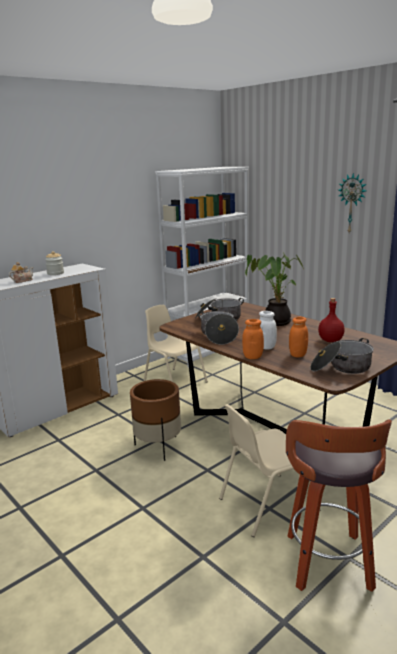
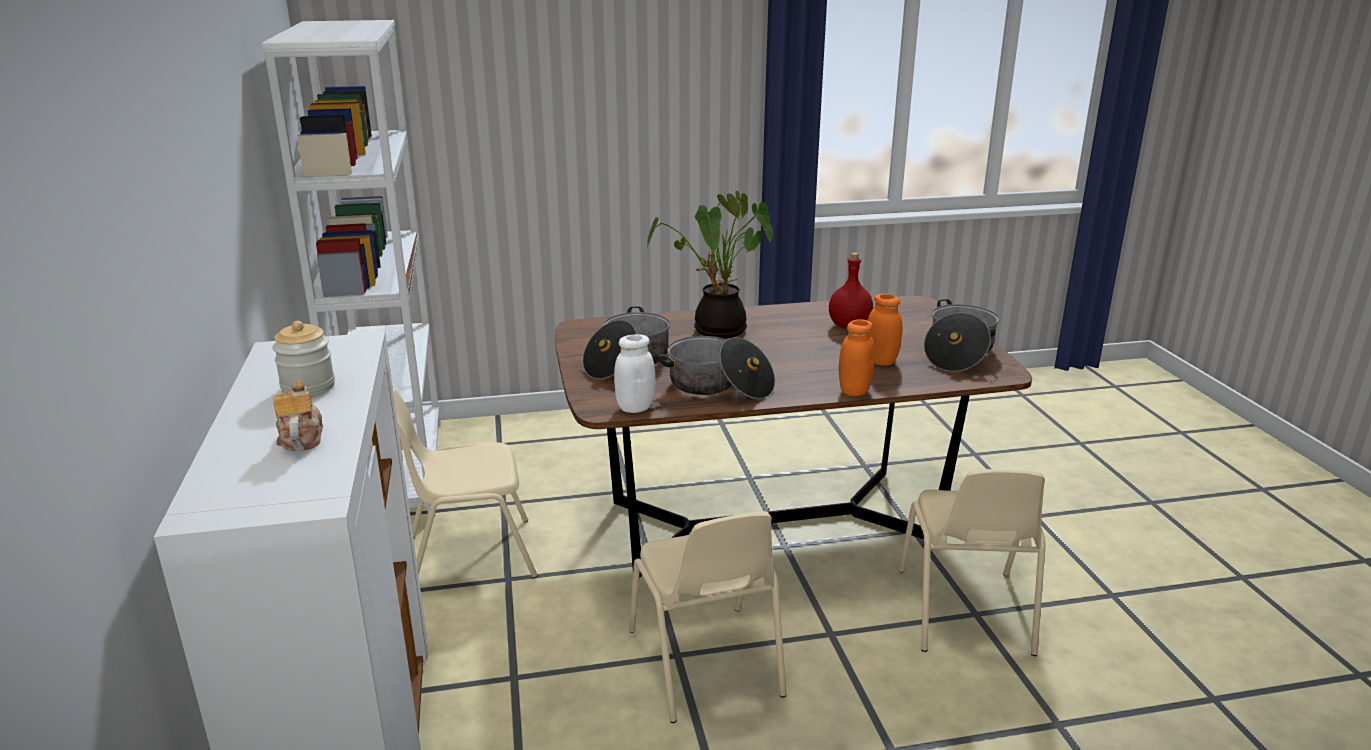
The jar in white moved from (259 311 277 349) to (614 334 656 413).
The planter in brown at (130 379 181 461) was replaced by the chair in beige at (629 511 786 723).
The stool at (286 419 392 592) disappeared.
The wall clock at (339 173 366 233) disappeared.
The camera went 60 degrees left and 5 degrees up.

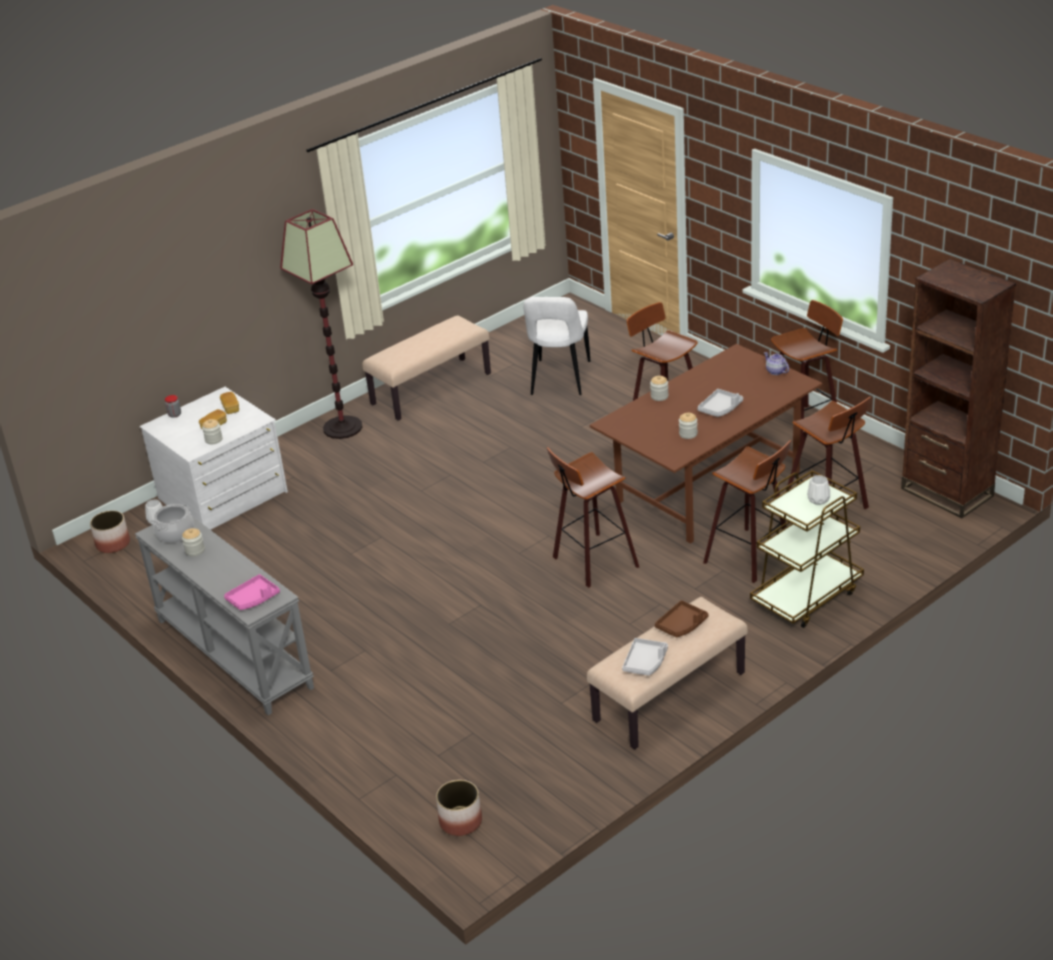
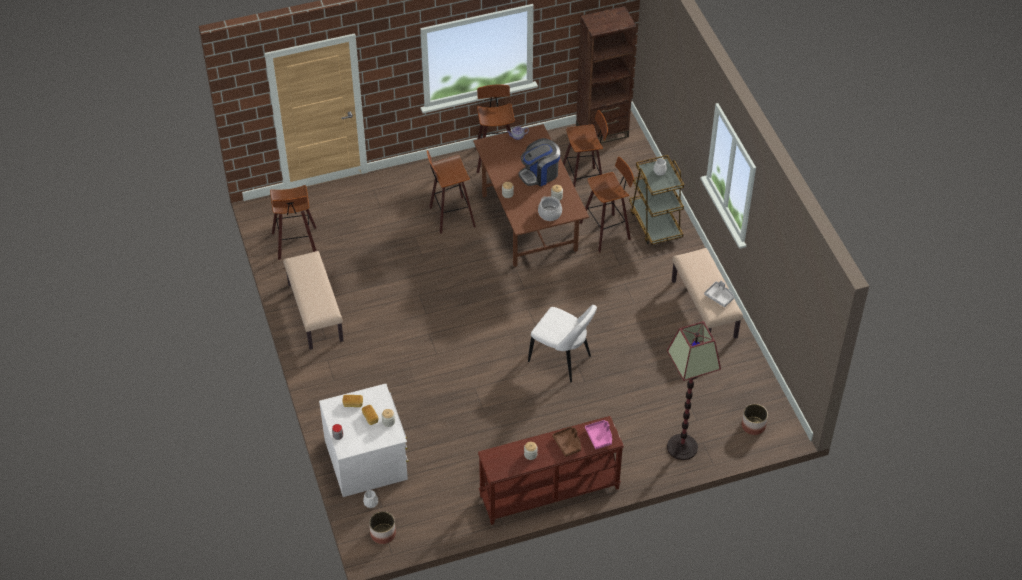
The stool moved from (547 447 639 588) to (270 185 317 260).
The console table in grey at (135 515 314 715) became the console table in brown at (478 416 624 525).
The tray in grey at (697 389 743 417) was replaced by the coffee machine at (519 138 560 186).
The chair in white moved from (523 297 590 395) to (528 305 597 383).
The cooking pot moved from (153 504 194 543) to (538 196 562 221).
The tray in brown moved from (655 600 708 637) to (552 427 581 457).
The floor lamp moved from (280 209 362 439) to (667 321 721 460).
The camera went 70 degrees left and 15 degrees up.

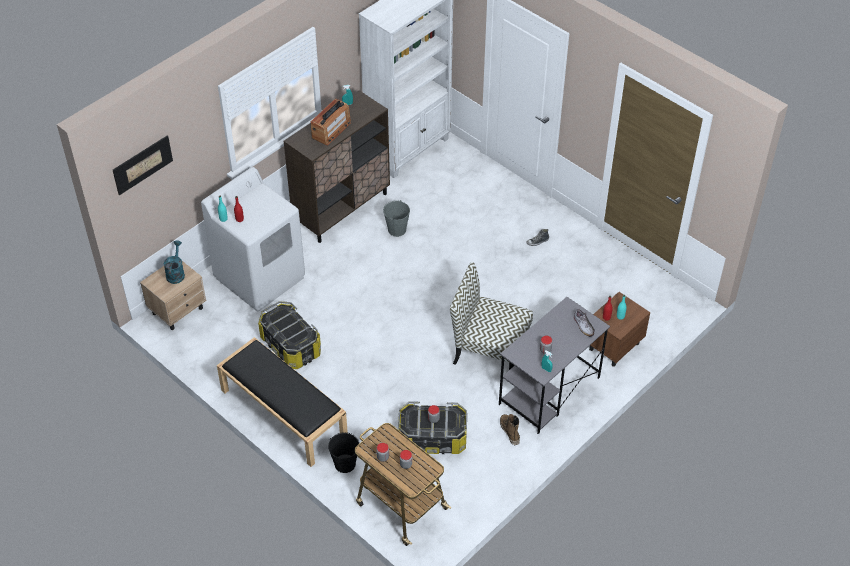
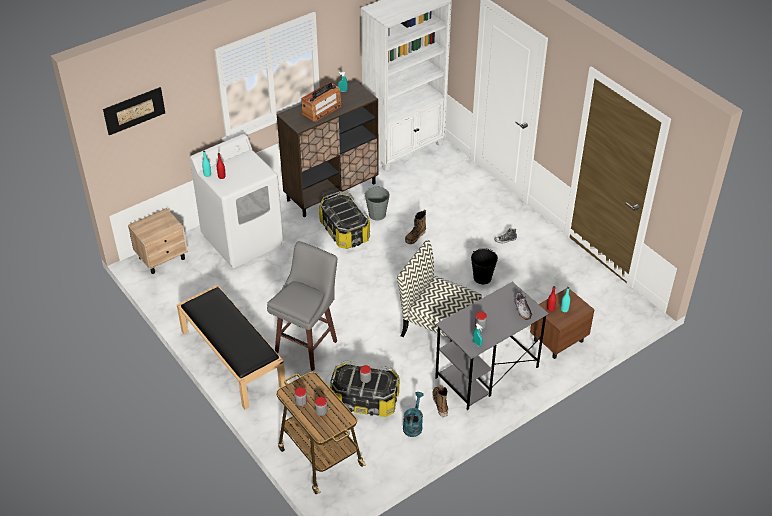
The stool in grey at (267 241 337 371) appeared.
The storage box moved from (258 301 321 369) to (319 191 370 249).
The watering can in turquoise moved from (164 241 185 284) to (403 392 424 437).
The boot at (405 210 426 244) appeared.
The bucket in black moved from (328 432 359 473) to (471 248 498 284).
The camera went 10 degrees right and 5 degrees down.

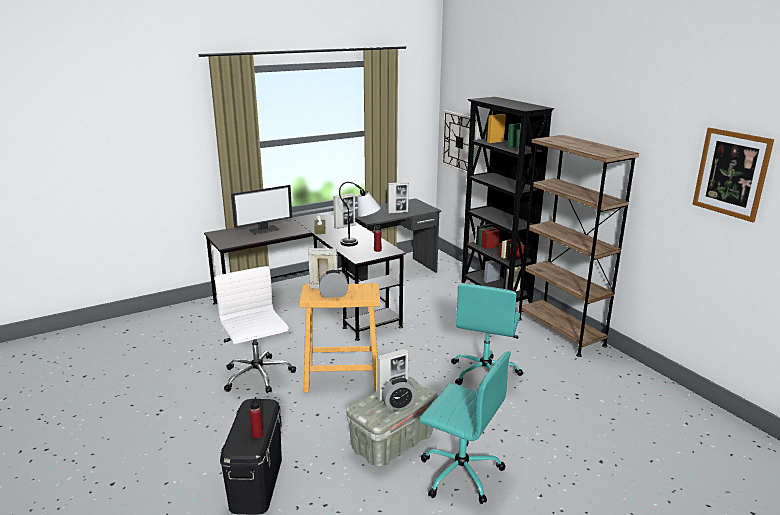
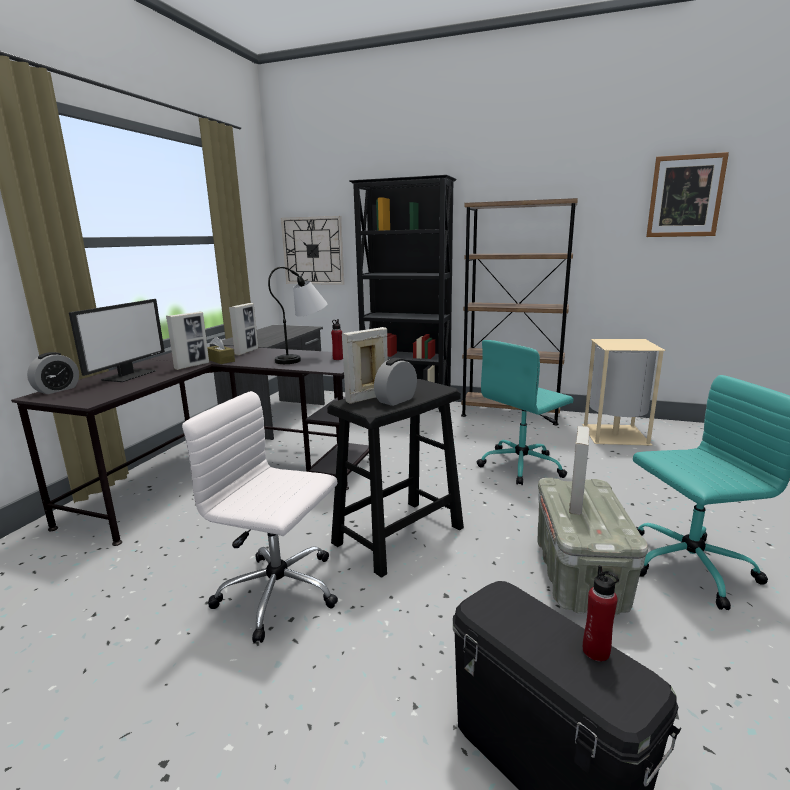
The alarm clock moved from (382 378 417 411) to (27 352 79 394).
The picture frame moved from (388 182 409 214) to (166 312 209 370).
The stool in beige at (300 283 380 392) became the stool in black at (327 379 464 578).
The office chair in turquoise at (451 284 523 385) turned 75 degrees clockwise.
The trash can in beige at (582 339 666 446) appeared.
The camera went 40 degrees left and 5 degrees down.

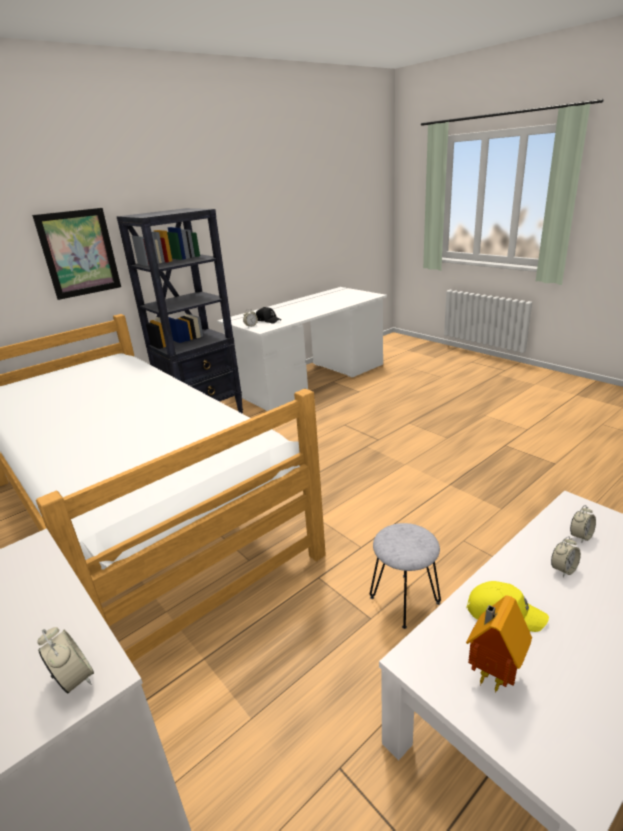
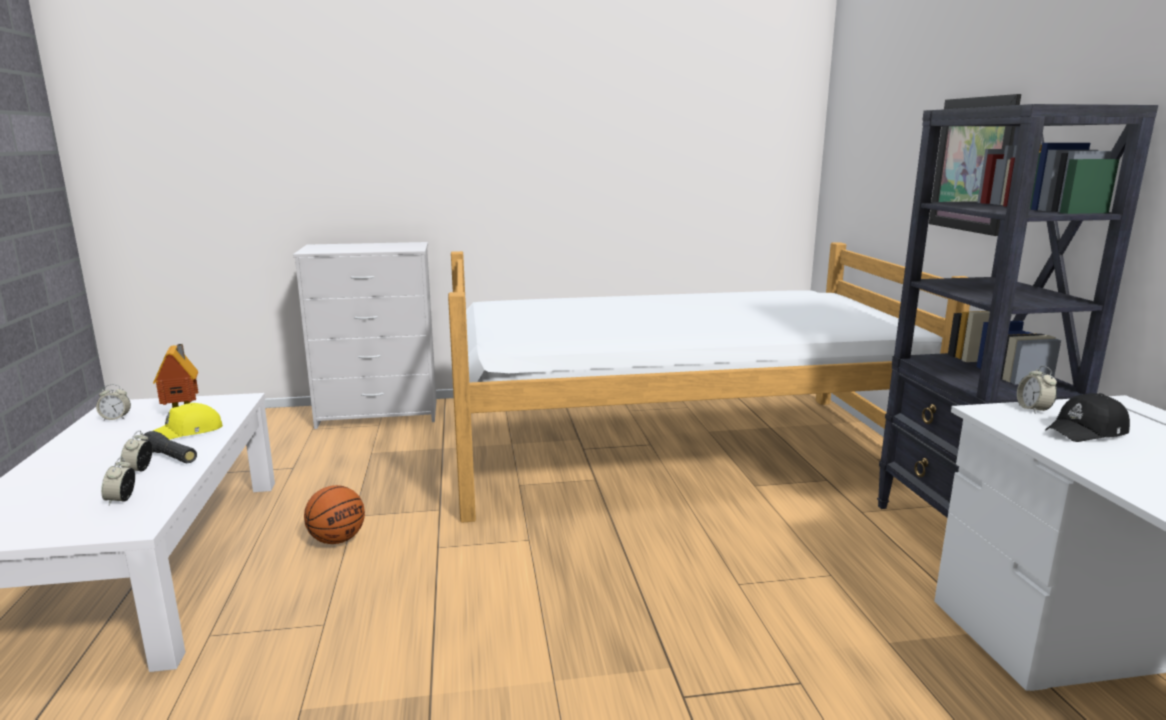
The alarm clock moved from (37 627 94 693) to (96 384 131 421).
The flashlight in black at (141 431 197 463) appeared.
The stool in grey at (370 523 441 629) was replaced by the basketball at (304 485 365 544).
The camera went 120 degrees right and 10 degrees down.

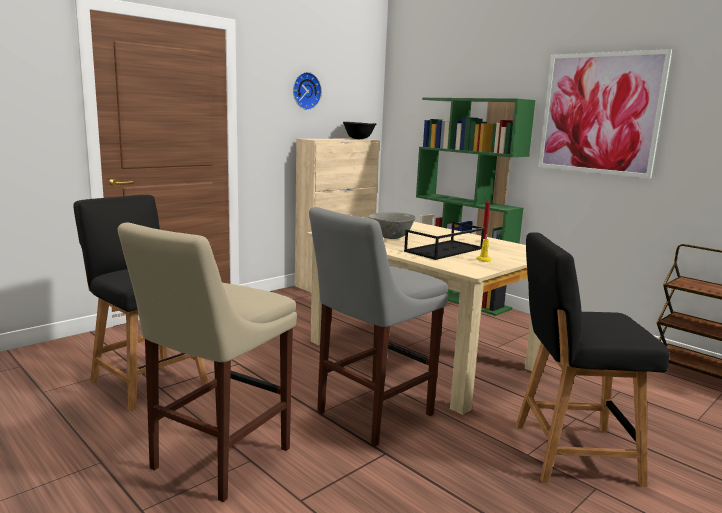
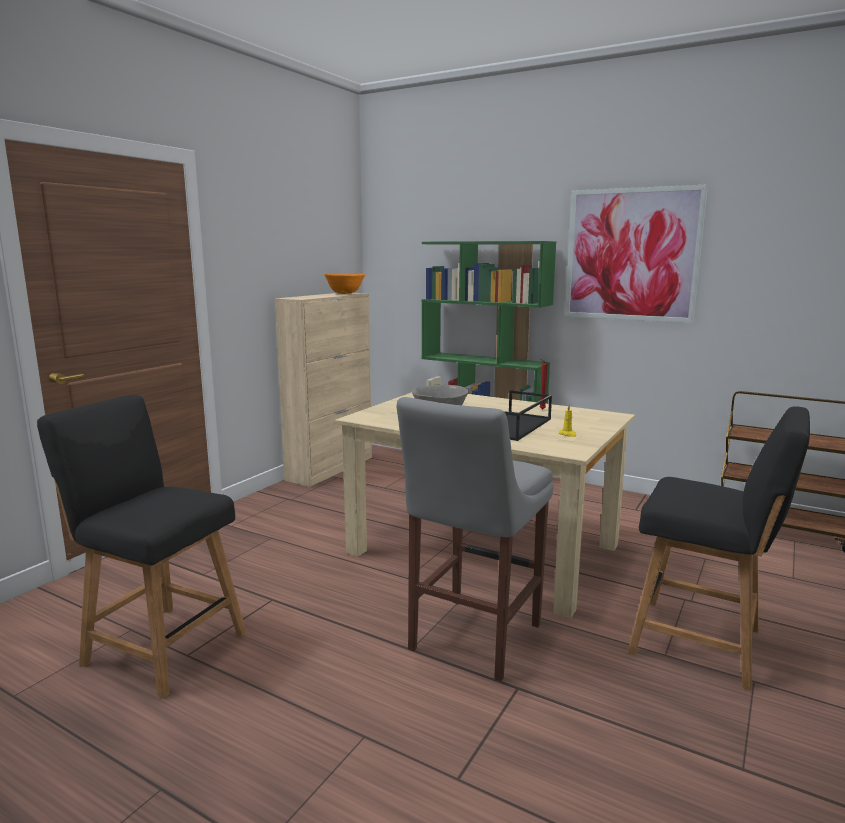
The bowl in black at (343 122 376 139) became the bowl in orange at (324 273 365 294).
The chair in black at (516 232 670 487) turned 135 degrees counterclockwise.
The stool in beige at (118 222 297 502) disappeared.
The wall clock at (293 72 322 110) disappeared.
The camera went 15 degrees left and 0 degrees up.

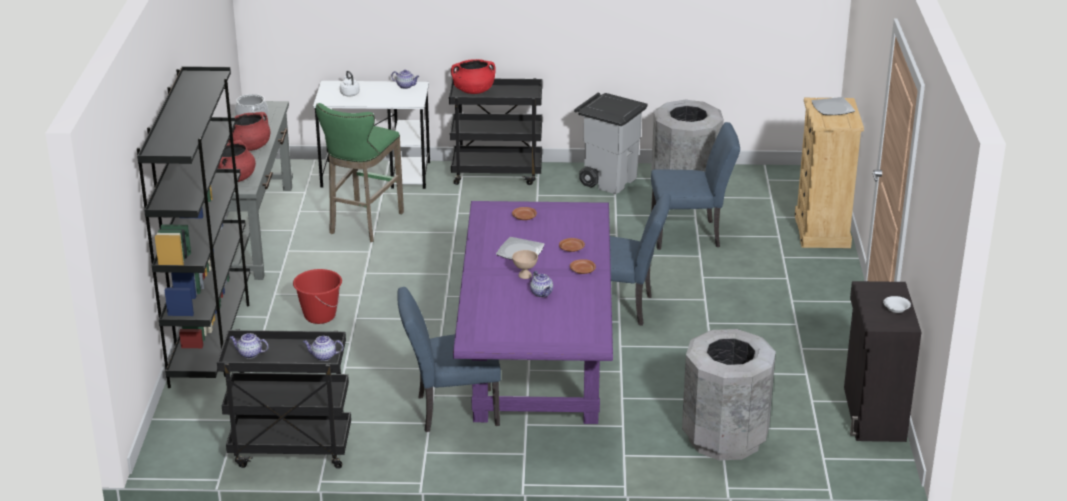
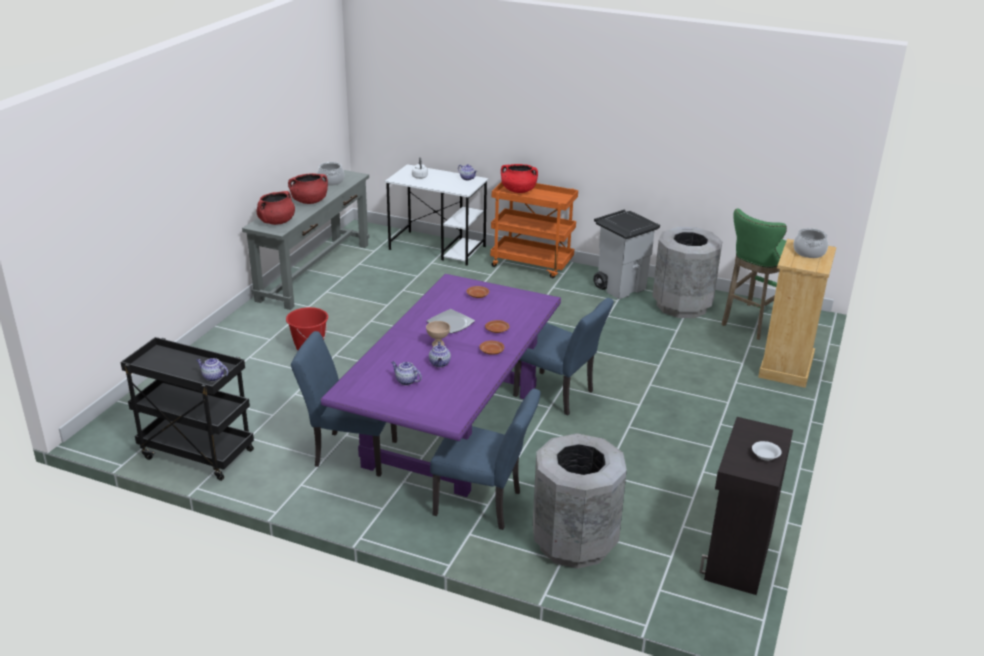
The teapot moved from (230 333 268 359) to (391 361 422 385).
The chair in blue moved from (651 122 740 250) to (430 389 541 530).
The cart in black at (449 78 542 185) became the cart in orange at (490 182 578 278).
The stool in green moved from (316 103 404 242) to (722 209 787 340).
The plate at (811 97 855 115) was replaced by the cooking pot at (793 228 828 258).
The bookcase in black at (137 66 250 388) disappeared.
The camera went 20 degrees right and 0 degrees up.

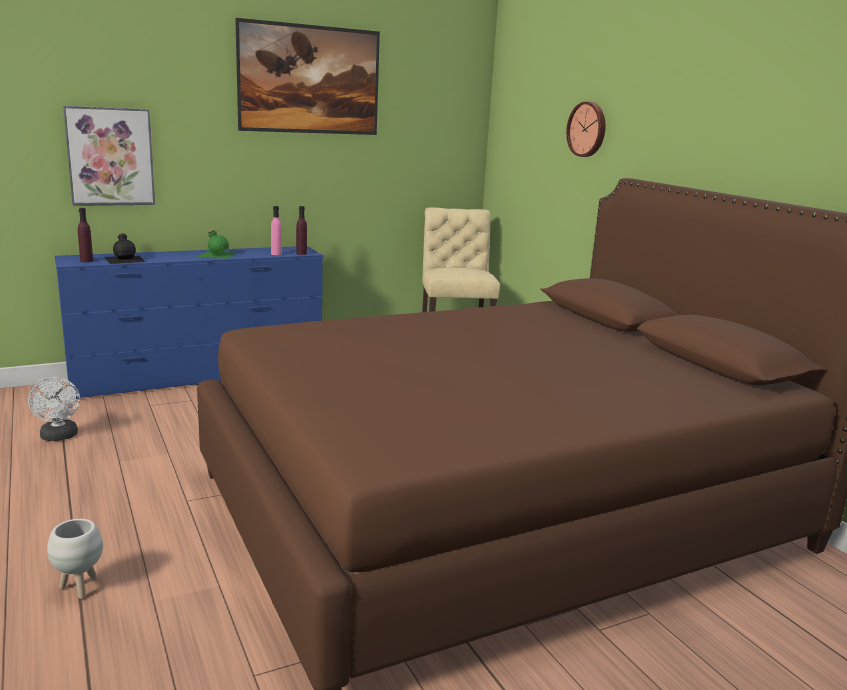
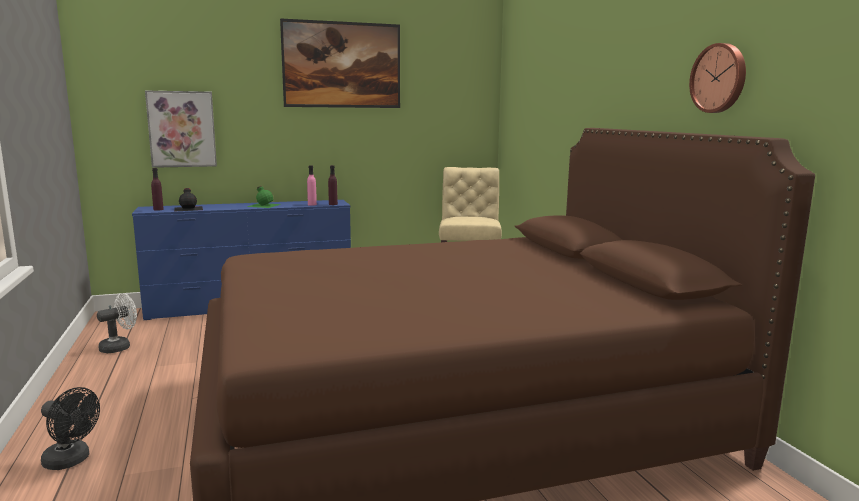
The planter in white at (47 519 103 599) was replaced by the fan in black at (41 387 100 470).
The fan in white at (28 377 80 441) turned 120 degrees counterclockwise.
The wall clock moved from (566 102 606 157) to (689 43 746 113).
The camera went 10 degrees right and 5 degrees down.

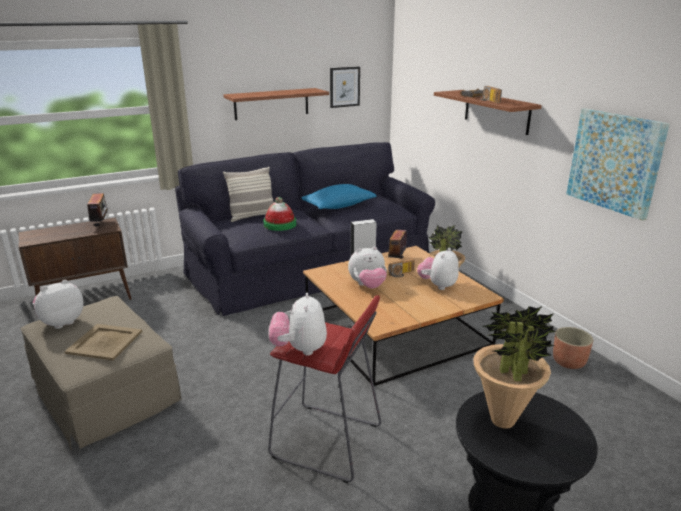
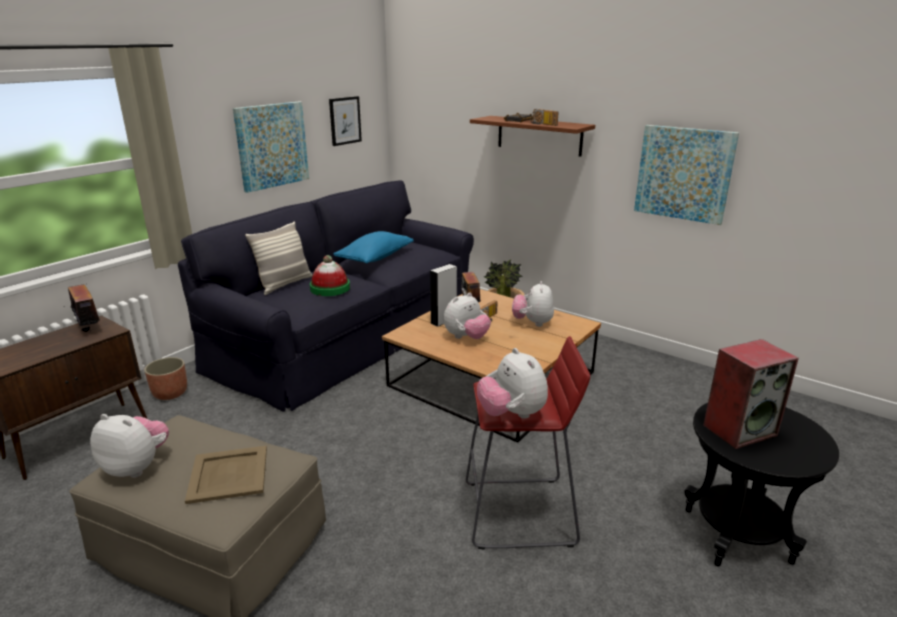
The plush toy at (33 280 84 329) turned 90 degrees clockwise.
The planter moved from (553 327 593 369) to (144 357 187 400).
The shelf in brown at (224 88 329 120) was replaced by the picture at (233 102 309 193).
The potted plant at (473 306 557 429) was replaced by the speaker at (703 339 799 449).
The camera went 25 degrees left and 0 degrees up.

